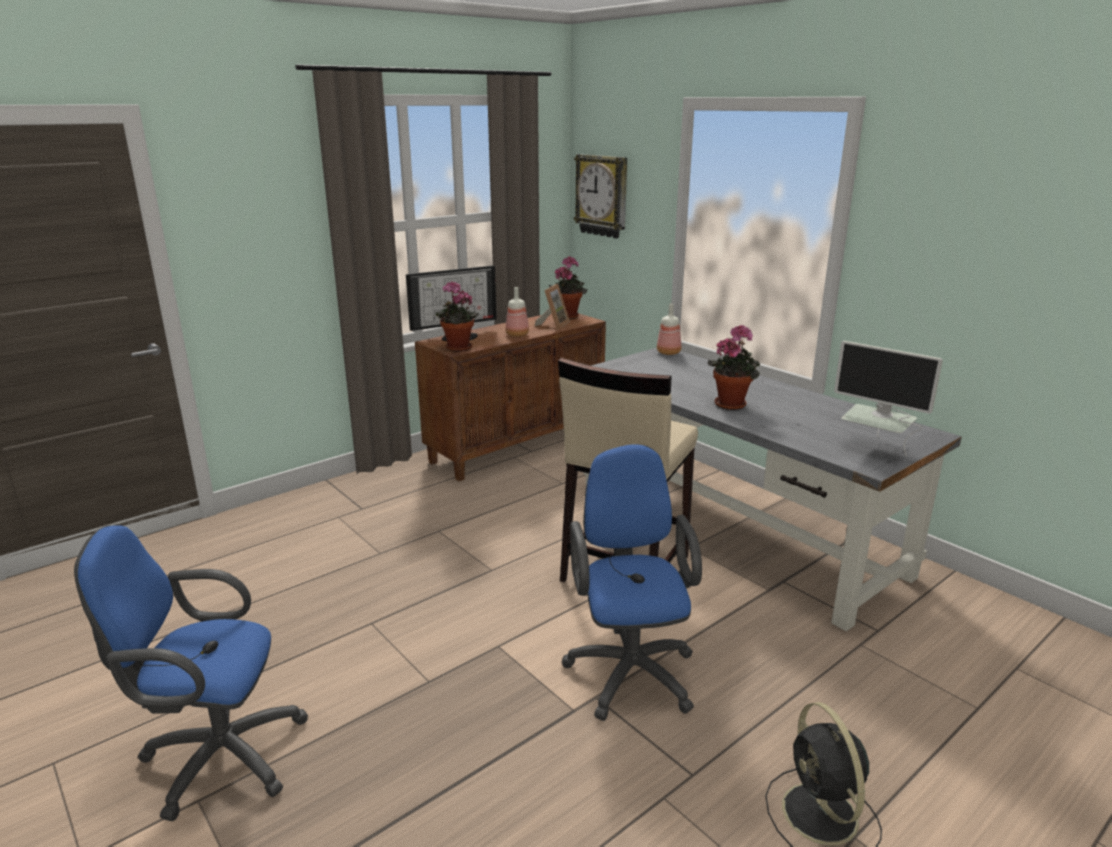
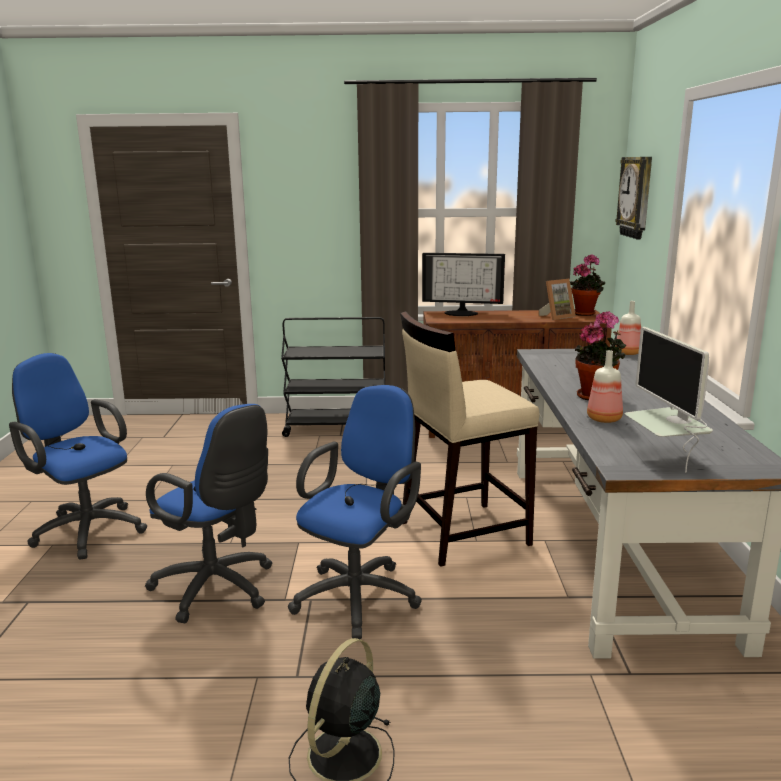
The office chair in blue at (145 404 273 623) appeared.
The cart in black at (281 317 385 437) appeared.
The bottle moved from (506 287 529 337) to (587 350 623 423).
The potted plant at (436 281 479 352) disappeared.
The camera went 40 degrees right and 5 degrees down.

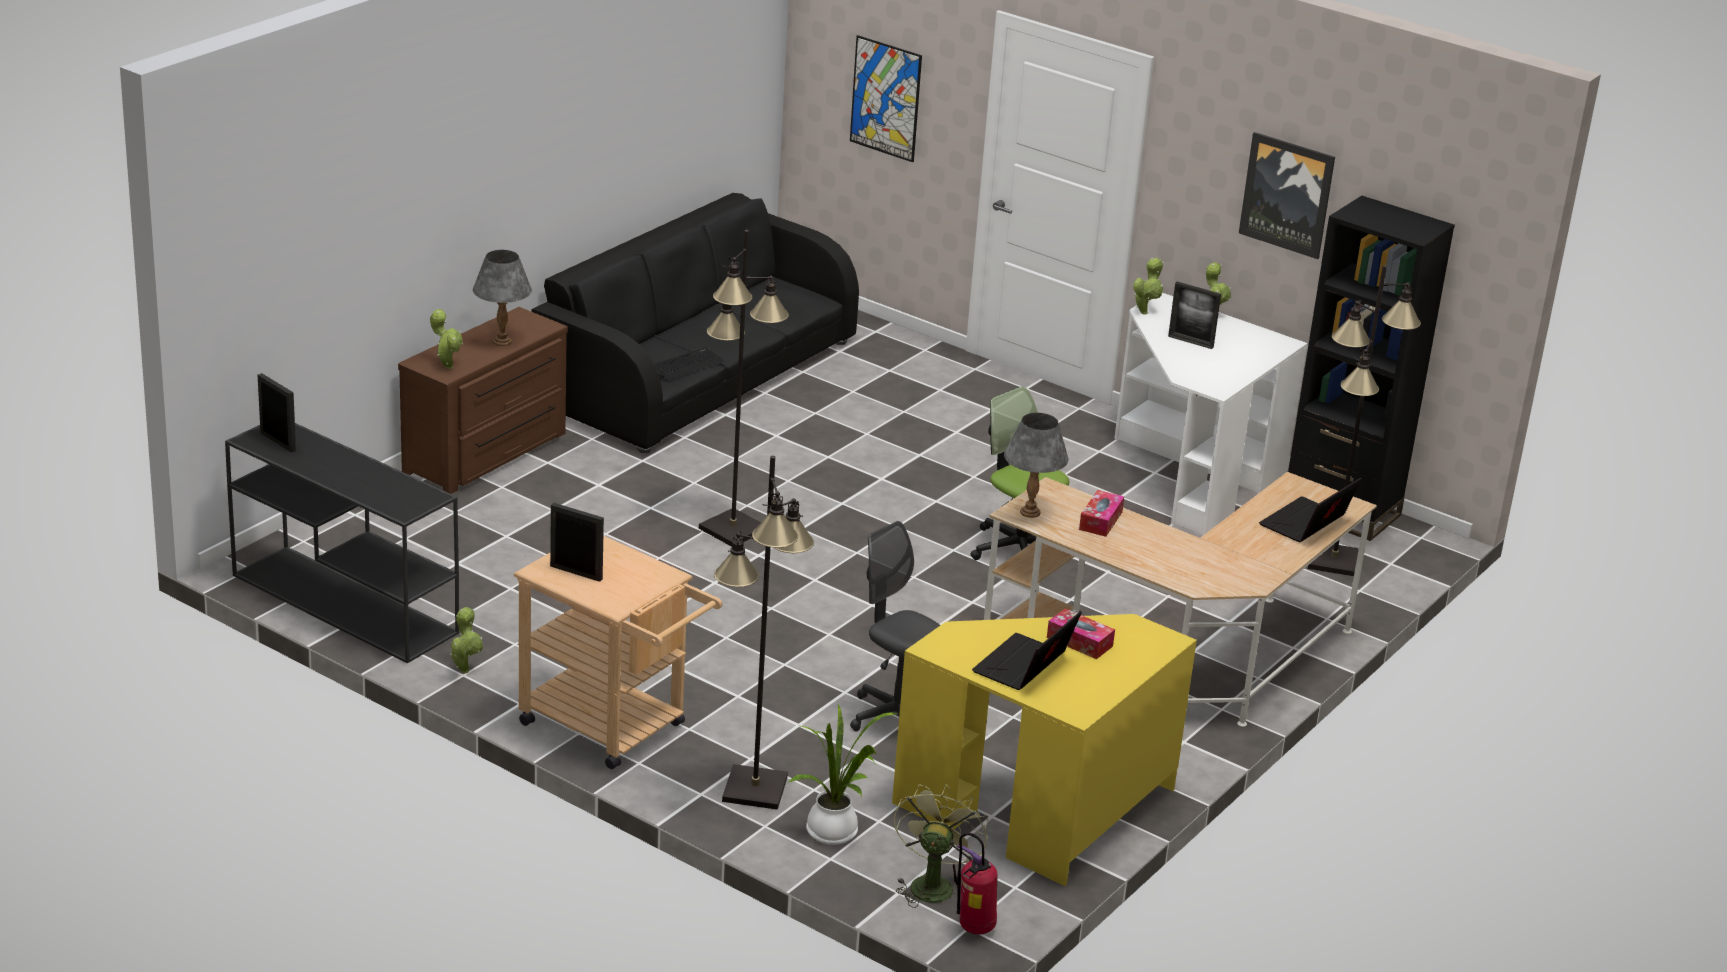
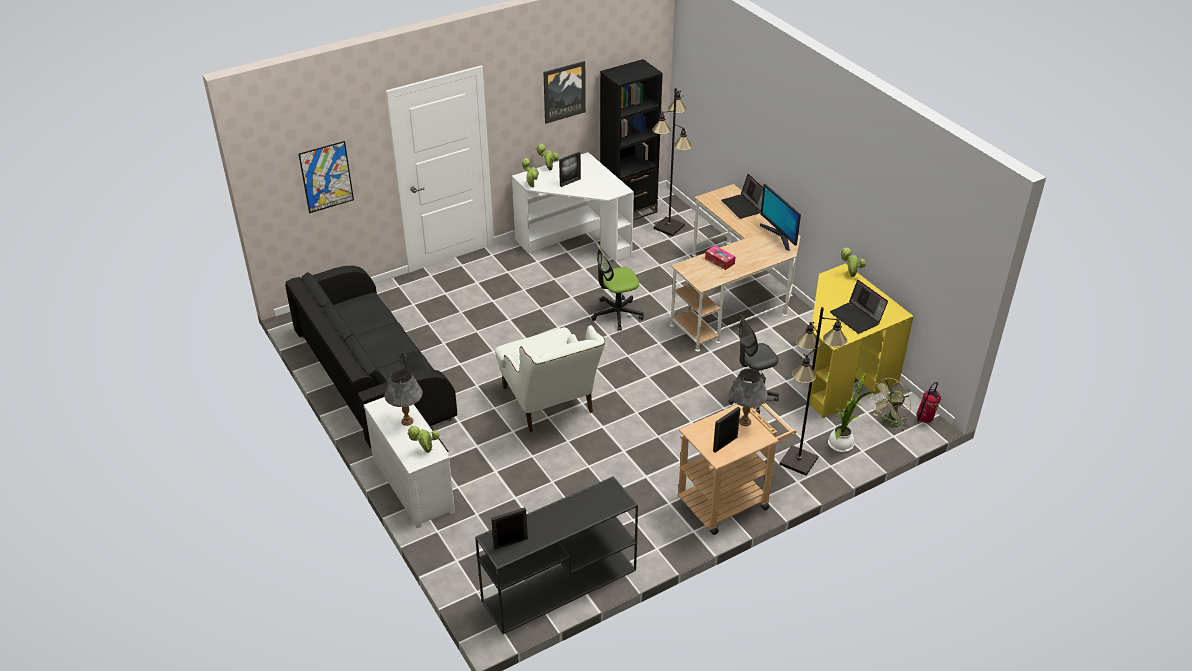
The dresser in brown at (398 307 568 494) became the dresser in white at (363 397 455 528).
The floor lamp in black at (699 230 789 547) was replaced by the armchair in white at (495 325 605 432).
The table lamp in grey moved from (1004 413 1069 518) to (729 369 768 426).
The monitor at (760 184 801 251) appeared.
The potted plant moved from (449 607 483 673) to (840 247 866 277).
The fan in green at (894 784 988 908) turned 75 degrees counterclockwise.
The tissue box at (1047 608 1115 659) disappeared.
The camera went 65 degrees left and 10 degrees up.

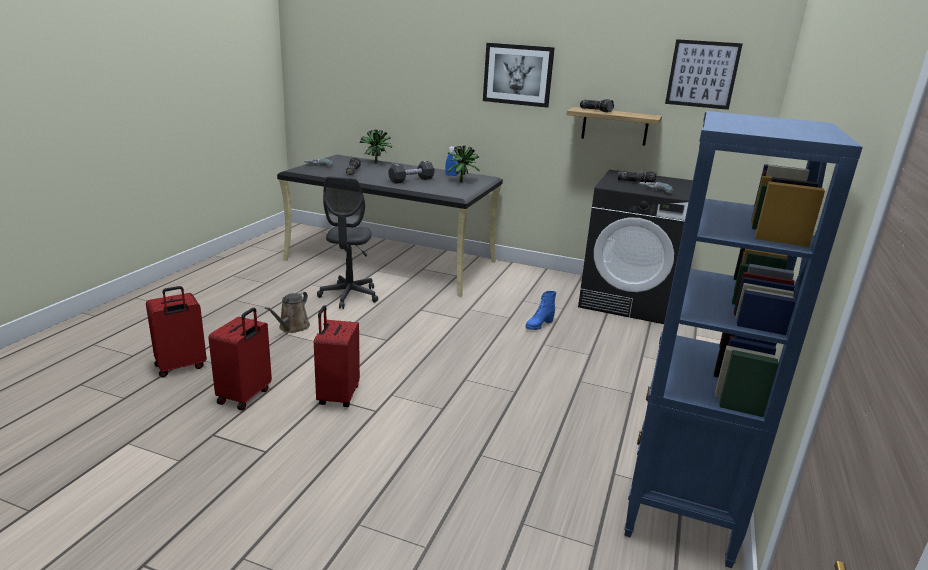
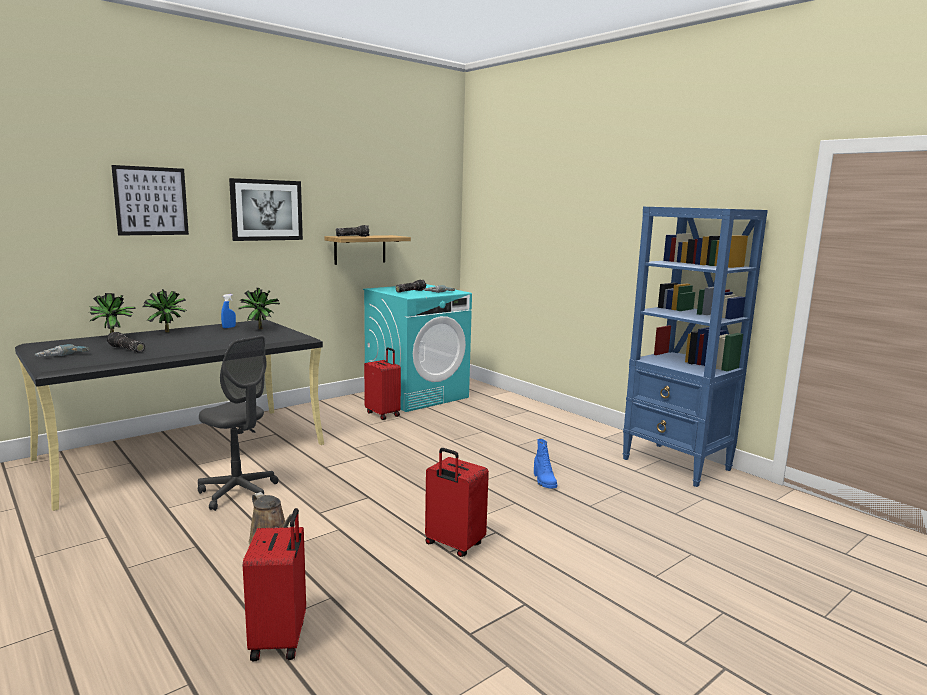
The picture moved from (665 39 743 110) to (111 165 189 235).
The potted plant at (143 289 186 332) appeared.
The washing machine in black at (578 170 693 324) became the washing machine in turquoise at (363 284 472 412).
The suitcase in red moved from (208 308 272 410) to (364 347 401 420).
The boot in blue moved from (525 291 556 330) to (534 439 557 488).
The dumbbell in black at (389 161 434 183) disappeared.
The camera went 60 degrees left and 10 degrees down.

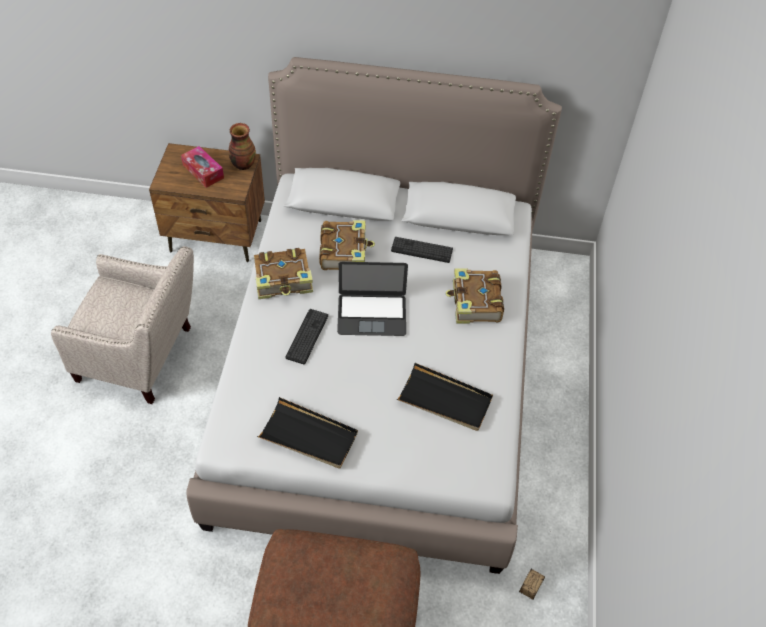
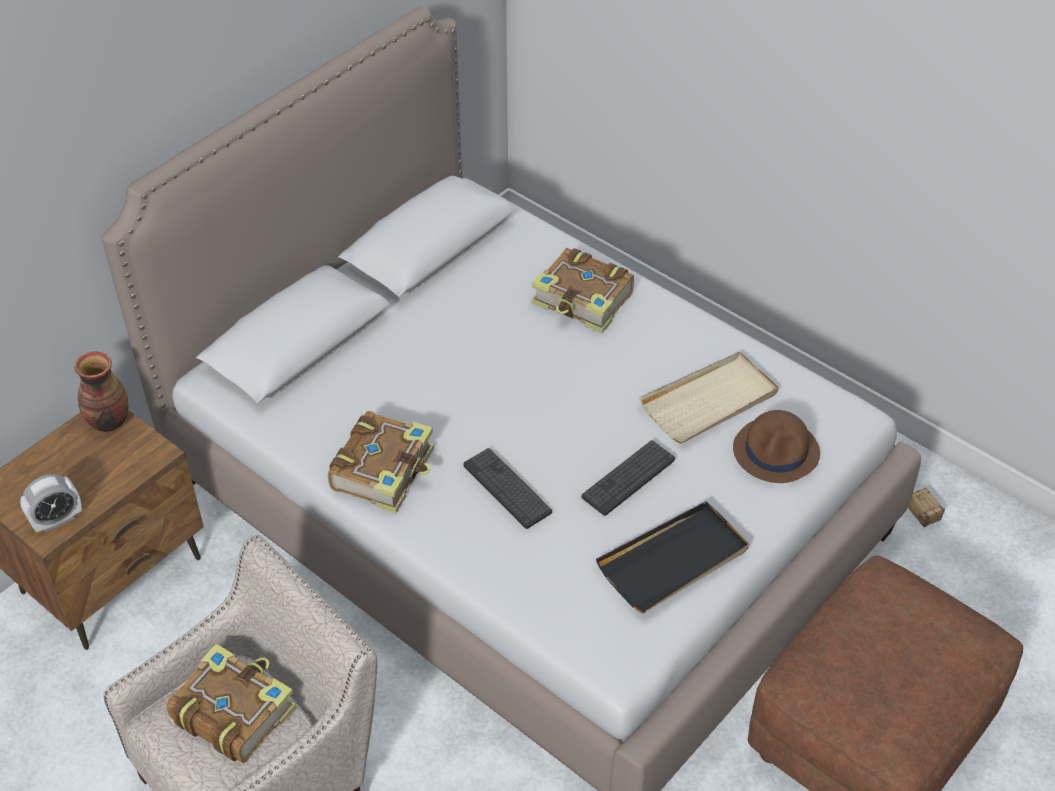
The alarm clock at (20 474 82 532) appeared.
The book moved from (319 220 375 270) to (166 644 296 763).
The keyboard moved from (391 237 453 263) to (582 440 675 516).
The tray in black at (397 363 493 431) became the tray in beige at (639 351 778 443).
The hat in brown at (733 410 820 483) appeared.
The tissue box at (181 146 224 188) disappeared.
The laptop at (337 262 408 336) disappeared.
The camera went 55 degrees left and 5 degrees down.

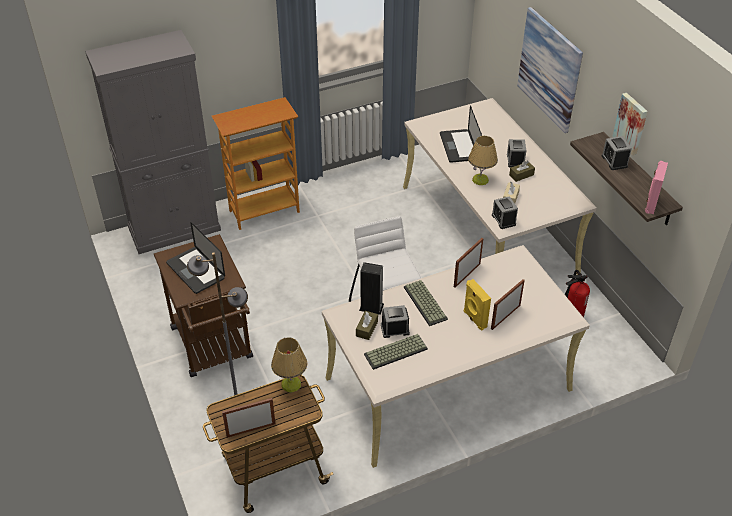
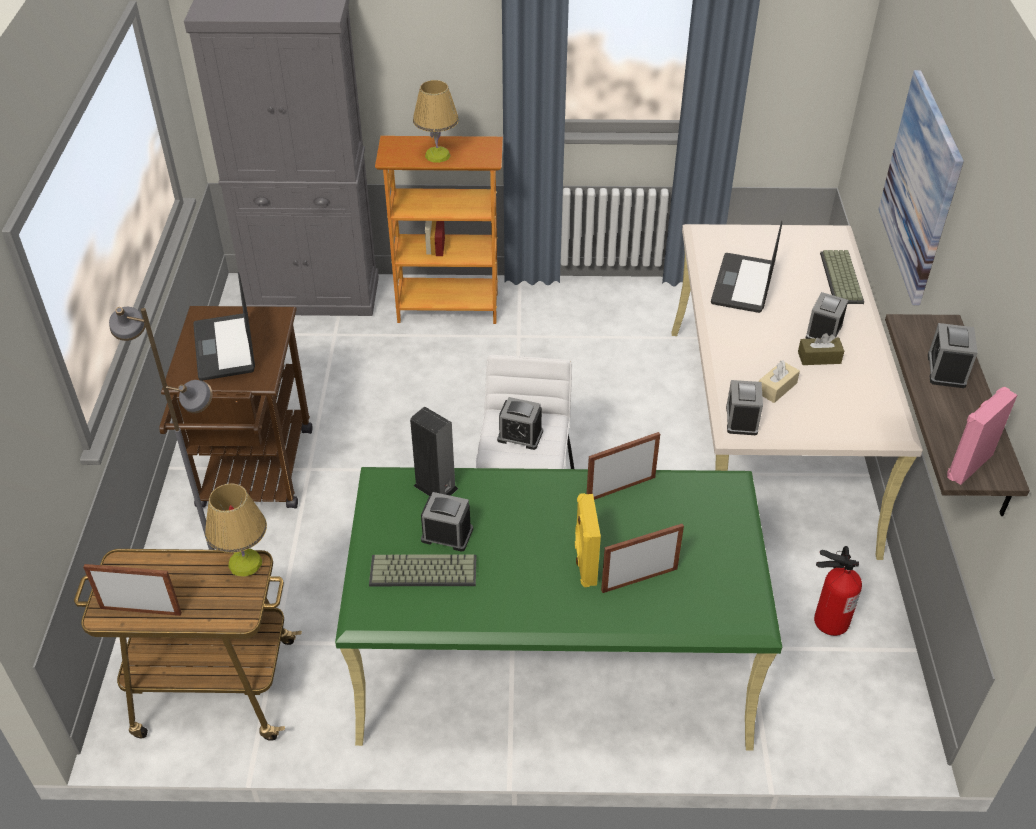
The desk in beige at (322 245 590 468) became the desk in green at (335 467 782 751).
The table lamp moved from (468 136 498 185) to (413 80 459 163).
The alarm clock at (497 397 543 450) appeared.
The keyboard moved from (404 280 448 326) to (820 250 864 304).
The tissue box in brown at (356 311 378 340) disappeared.
The picture at (612 93 648 155) disappeared.
The camera went 25 degrees right and 0 degrees up.

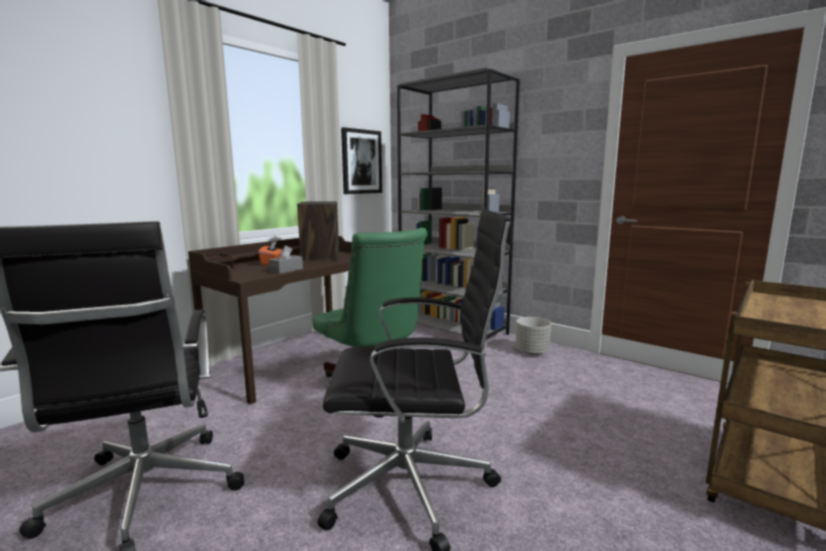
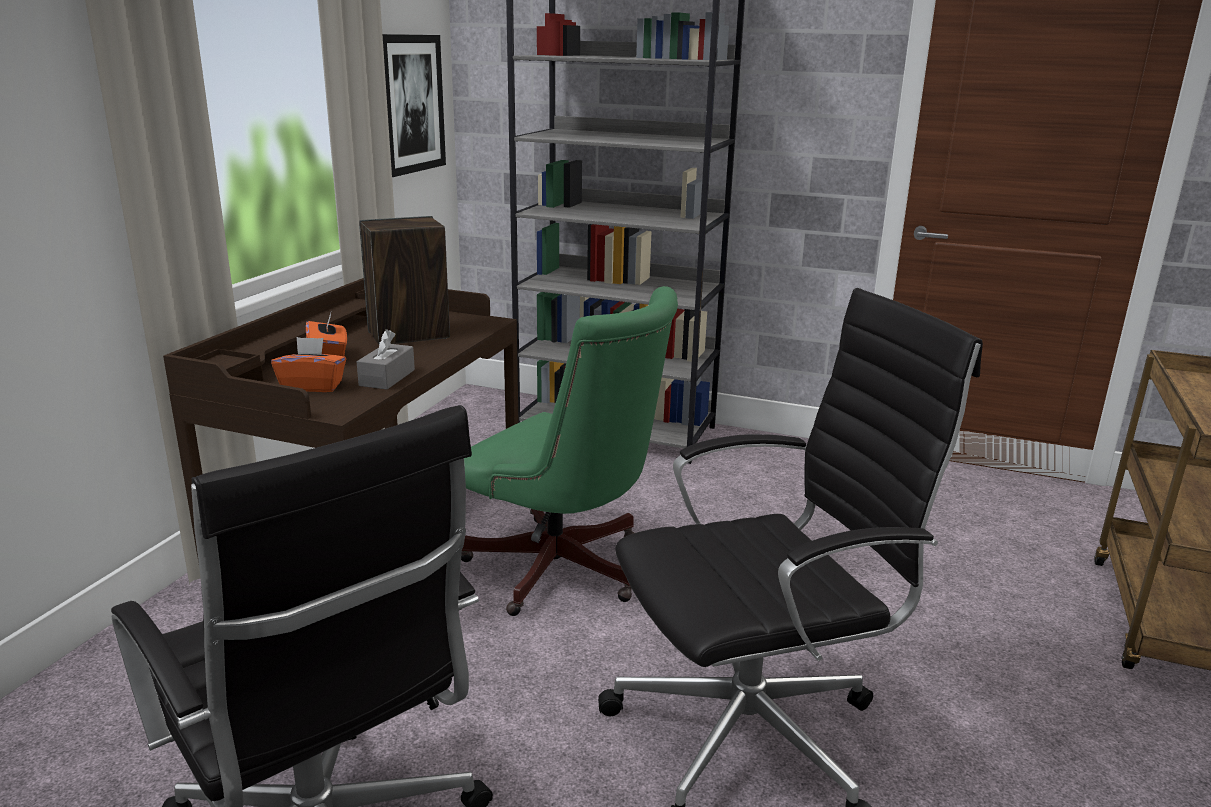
The tissue box in orange at (271 337 346 392) appeared.
The planter in grey at (516 317 552 355) disappeared.
The camera went 20 degrees left and 10 degrees up.

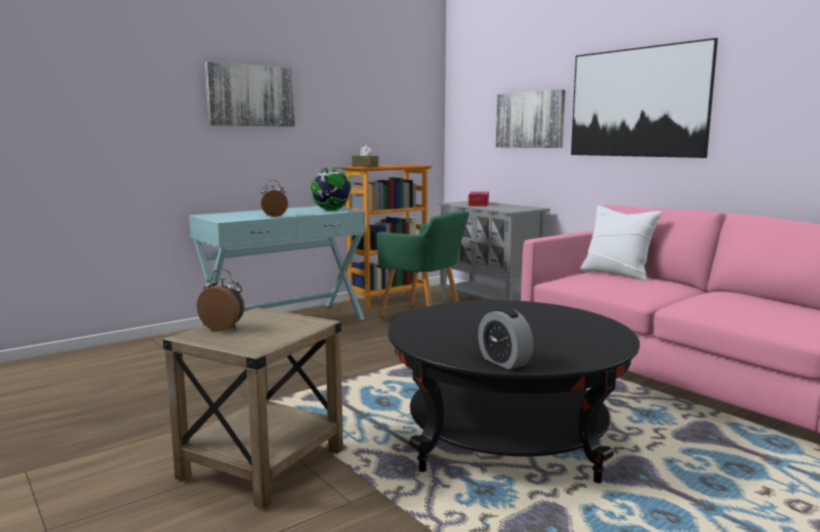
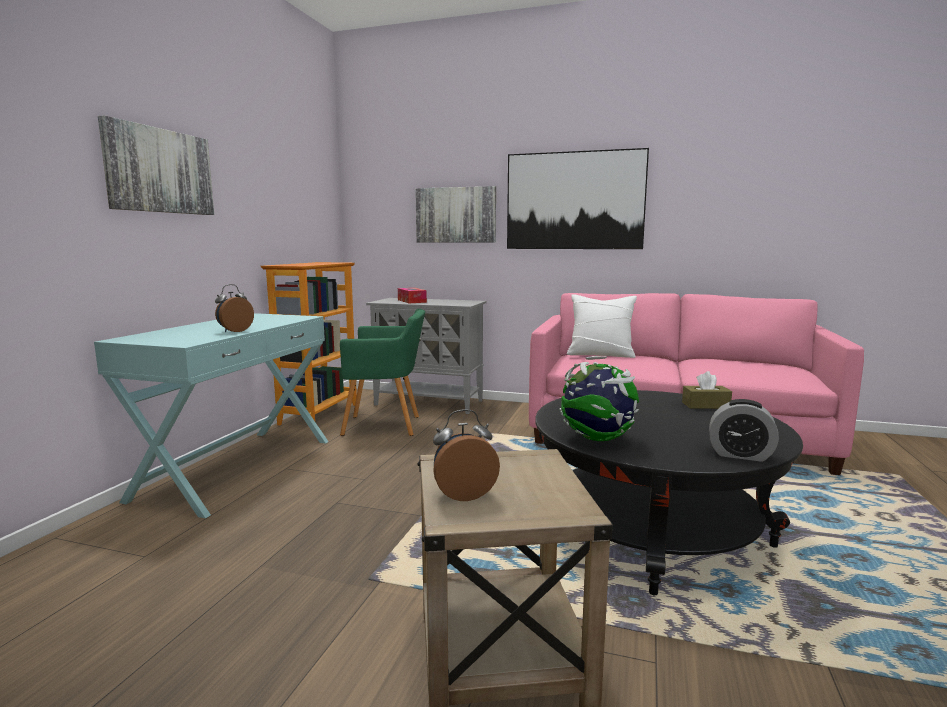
The globe moved from (311 167 352 210) to (559 356 639 441).
The tissue box in brown moved from (352 145 378 167) to (682 371 732 409).
The camera went 35 degrees left and 0 degrees up.

